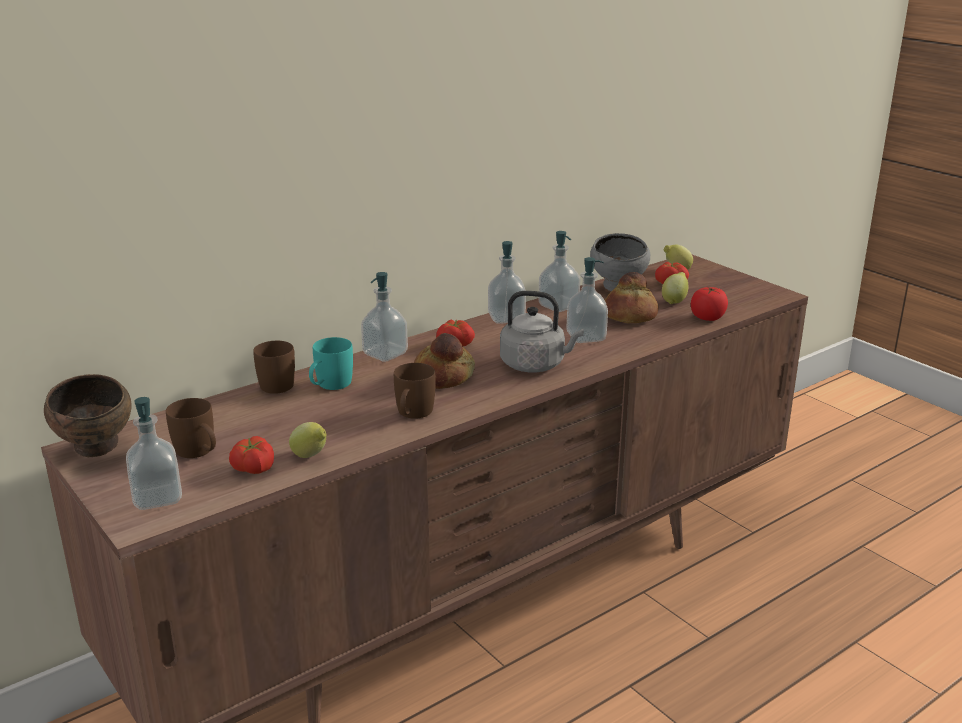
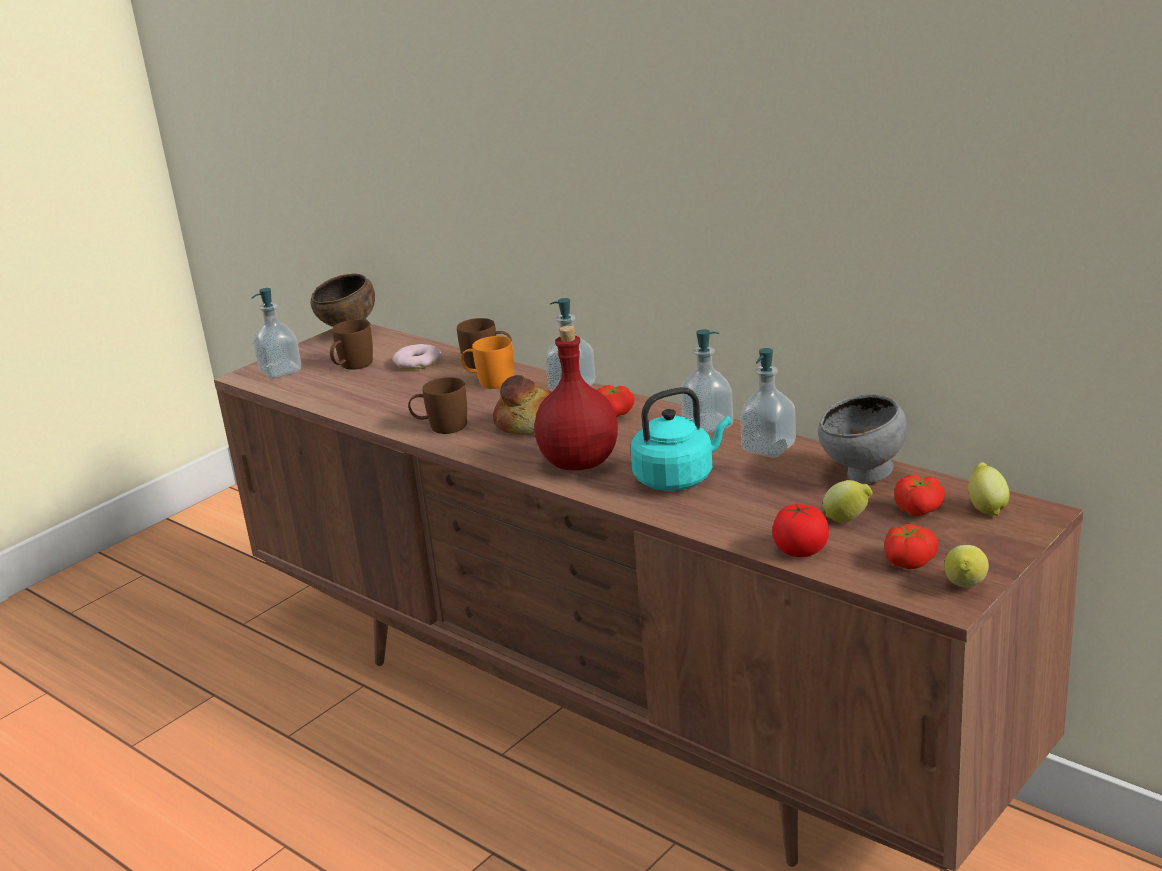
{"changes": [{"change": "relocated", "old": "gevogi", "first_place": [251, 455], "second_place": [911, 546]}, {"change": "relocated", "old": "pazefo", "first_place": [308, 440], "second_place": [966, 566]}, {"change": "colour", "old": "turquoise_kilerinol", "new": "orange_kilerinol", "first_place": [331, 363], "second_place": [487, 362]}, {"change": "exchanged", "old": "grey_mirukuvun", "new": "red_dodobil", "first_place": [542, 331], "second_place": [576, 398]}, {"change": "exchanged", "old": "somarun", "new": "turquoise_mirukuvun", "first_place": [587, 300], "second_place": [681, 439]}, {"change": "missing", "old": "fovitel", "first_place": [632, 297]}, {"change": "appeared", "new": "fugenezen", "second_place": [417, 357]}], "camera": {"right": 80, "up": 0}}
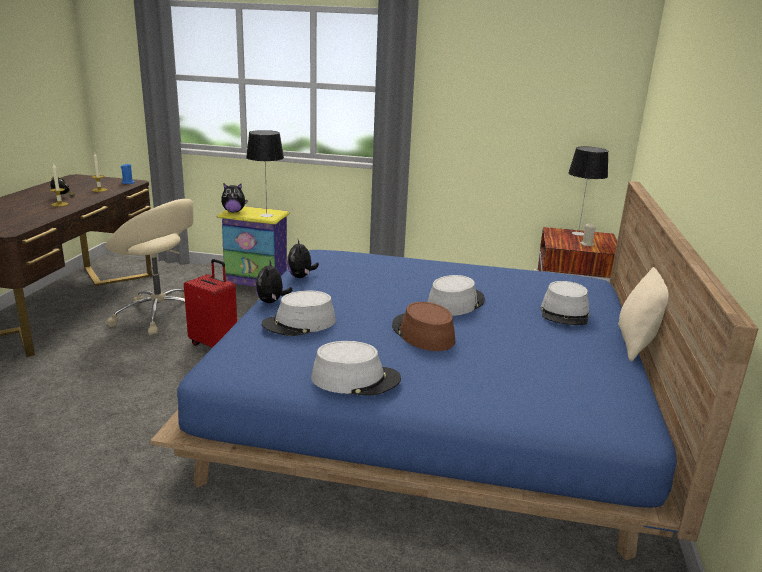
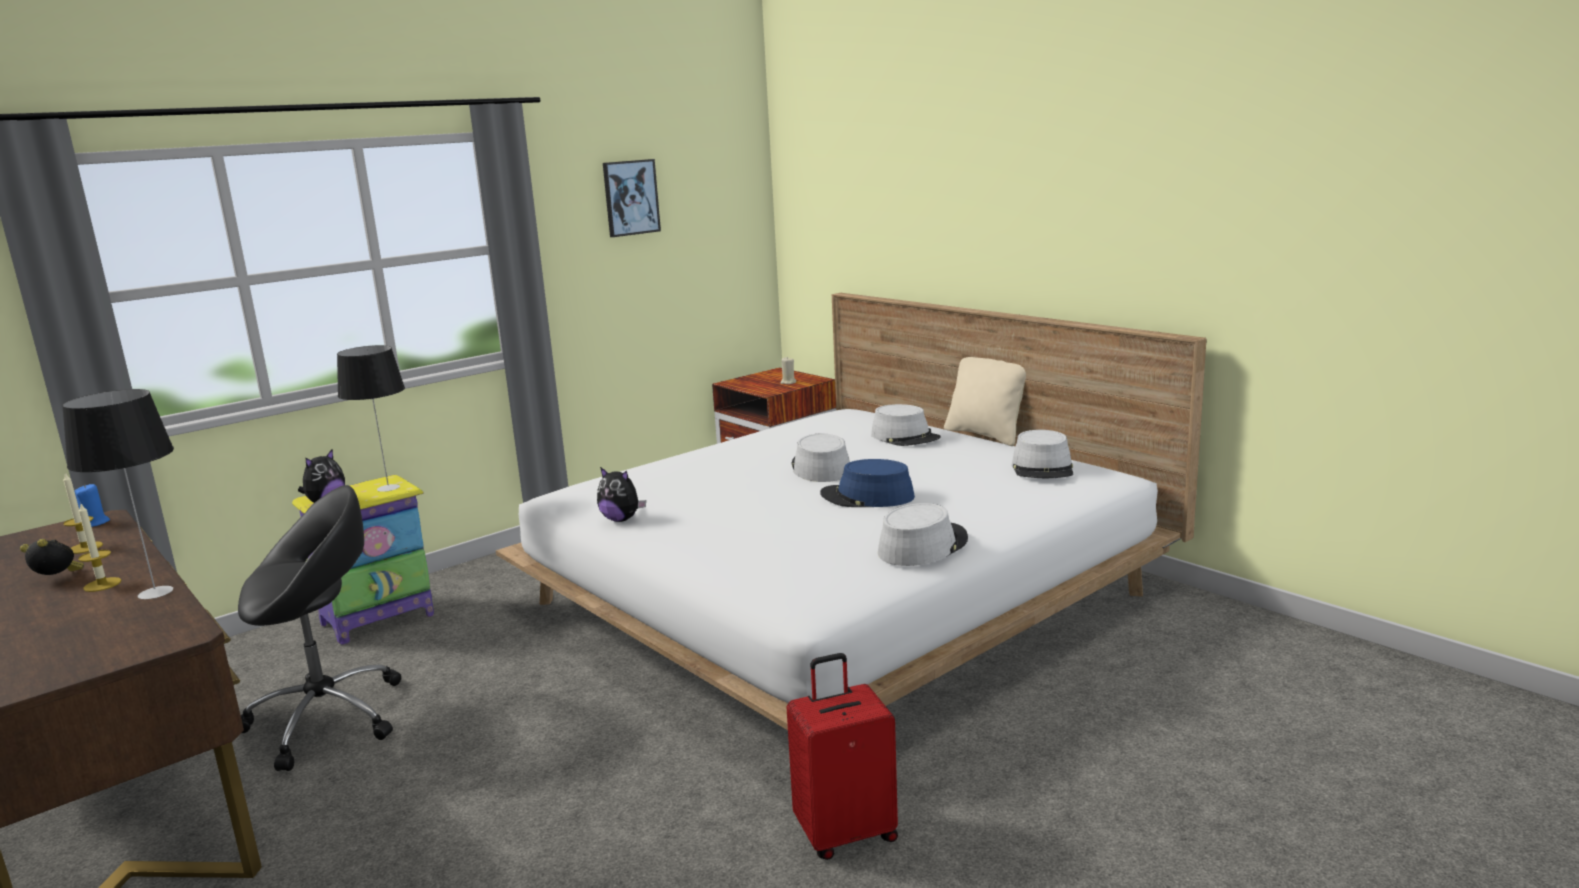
{"changes": [{"change": "colour", "old": "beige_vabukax", "new": "black_vabukax", "first_place": [150, 267], "second_place": [319, 628]}, {"change": "colour", "old": "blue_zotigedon", "new": "white_zotigedon", "first_place": [454, 370], "second_place": [851, 511]}, {"change": "relocated", "old": "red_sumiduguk", "first_place": [210, 303], "second_place": [842, 756]}, {"change": "missing", "old": "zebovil", "first_place": [274, 282]}, {"change": "relocated", "old": "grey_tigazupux", "first_place": [298, 313], "second_place": [1043, 454]}, {"change": "colour", "old": "brown_tigazupux", "new": "blue_tigazupux", "first_place": [423, 326], "second_place": [867, 483]}, {"change": "relocated", "old": "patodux", "first_place": [588, 191], "second_place": [118, 494]}, {"change": "appeared", "new": "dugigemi", "second_place": [632, 198]}], "camera": {"right": -50, "up": -5}}
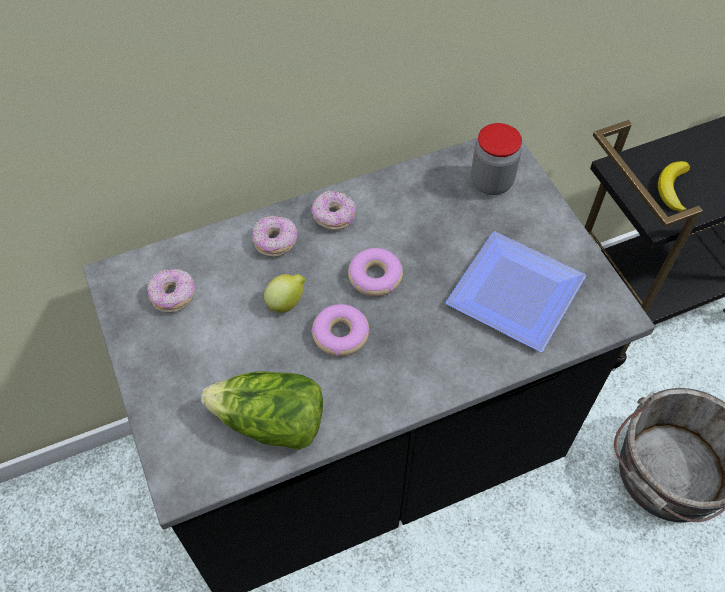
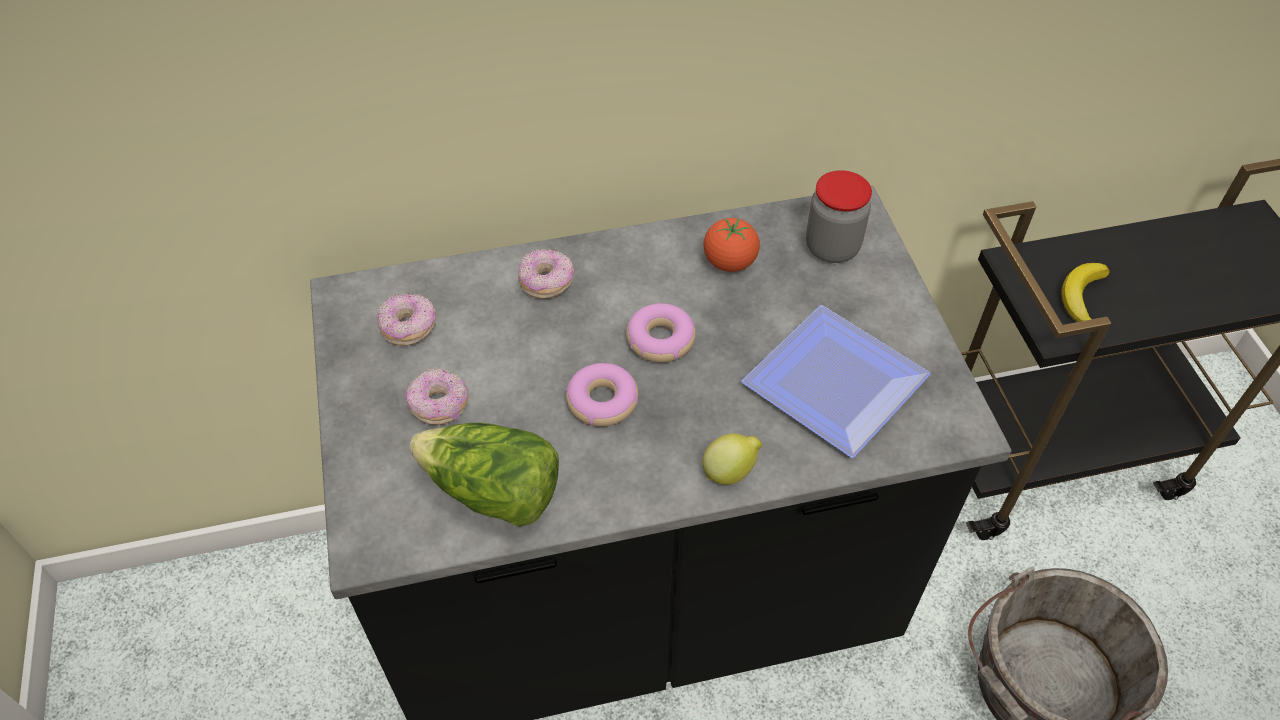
{"changes": [{"change": "relocated", "old": "pazefo", "first_place": [284, 293], "second_place": [732, 459]}, {"change": "relocated", "old": "fugenezen", "first_place": [333, 210], "second_place": [436, 396]}, {"change": "appeared", "new": "gevogi", "second_place": [731, 245]}], "camera": {"right": 10, "up": -5}}
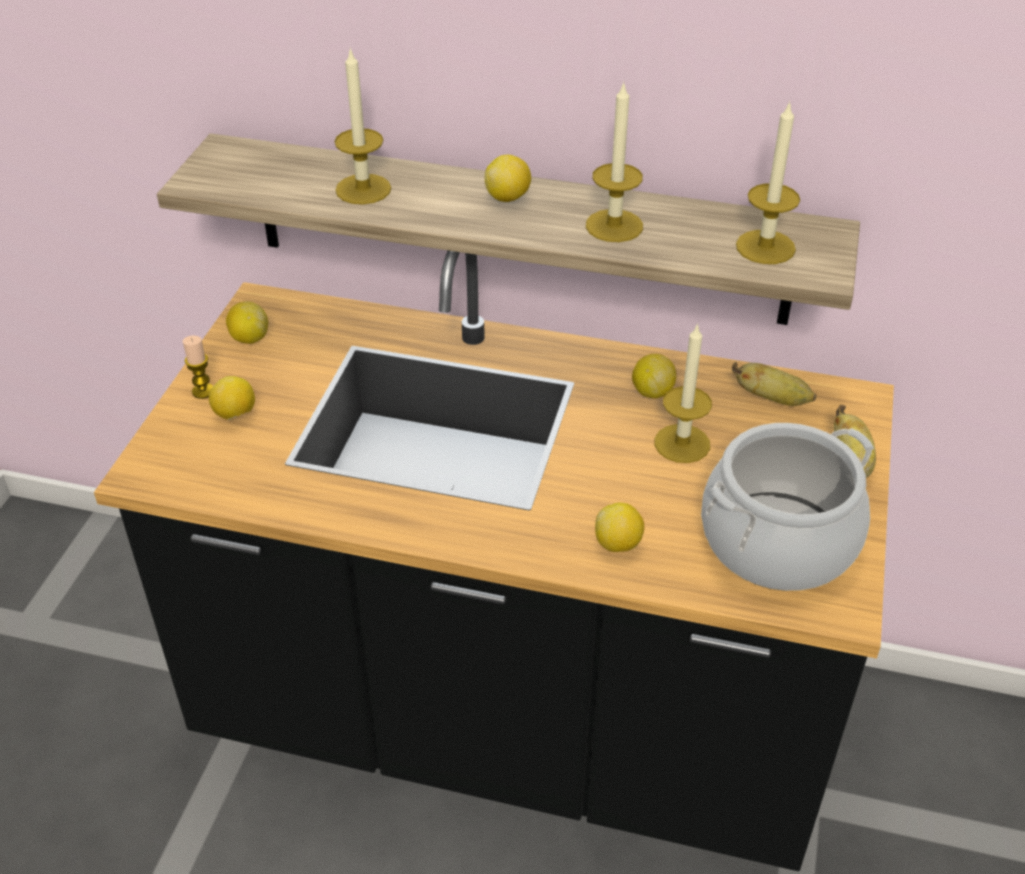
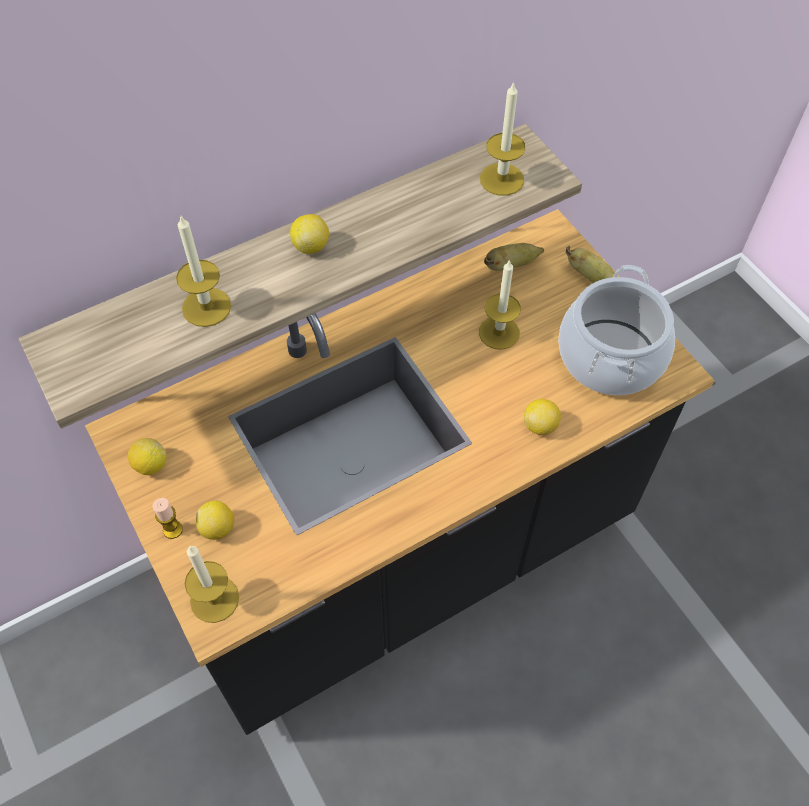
{"changes": [{"change": "relocated", "old": "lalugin", "first_place": [614, 162], "second_place": [211, 584]}, {"change": "missing", "old": "pazefo", "first_place": [654, 376]}], "camera": {"right": -45, "up": 15}}
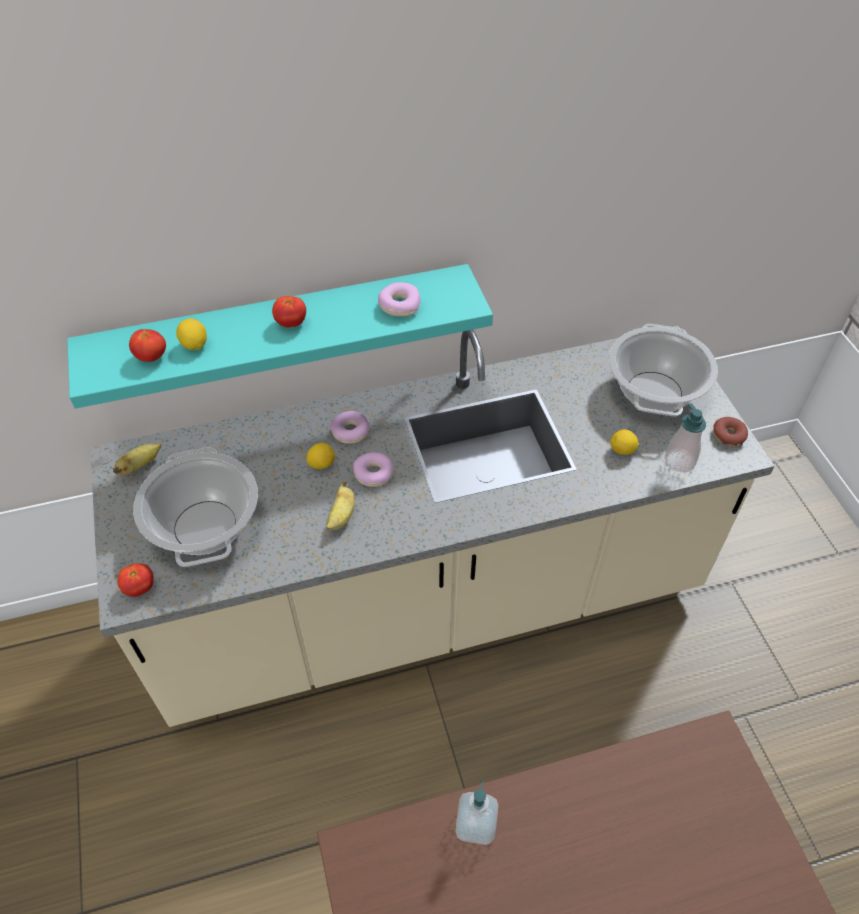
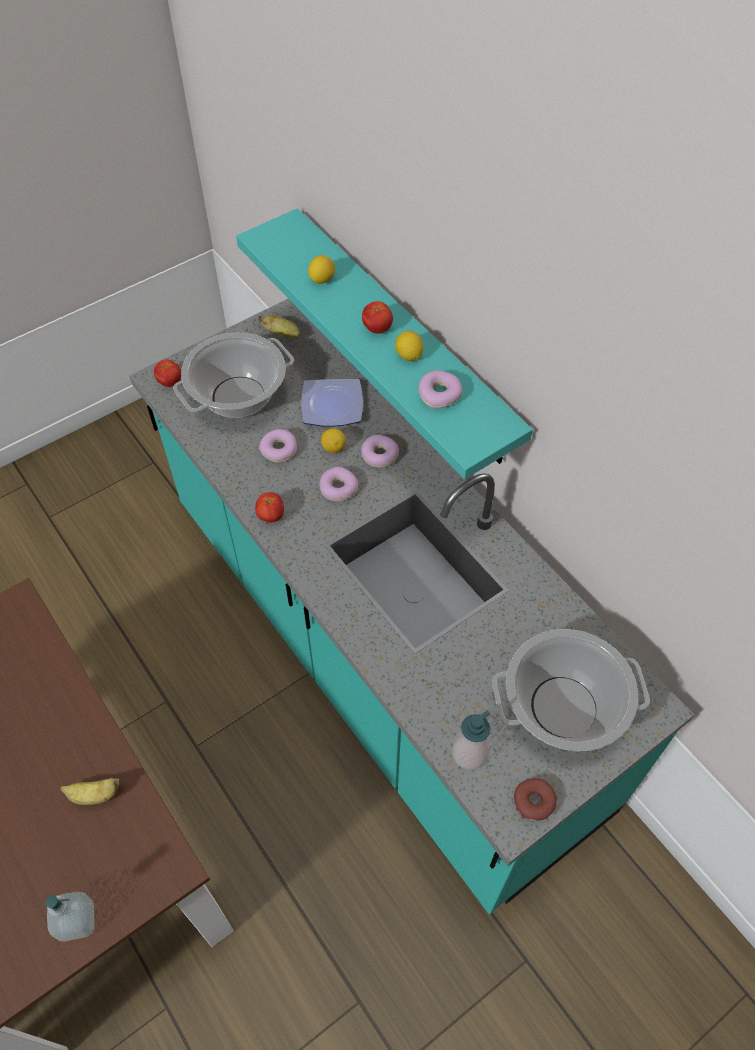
{"changes": [{"change": "colour", "old": "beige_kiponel", "new": "turquoise_kiponel", "first_place": [432, 526], "second_place": [411, 607]}, {"change": "relocated", "old": "gevogi", "first_place": [147, 345], "second_place": [269, 507]}, {"change": "relocated", "old": "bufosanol", "first_place": [340, 506], "second_place": [90, 791]}, {"change": "relocated", "old": "somarun", "first_place": [477, 813], "second_place": [69, 917]}, {"change": "relocated", "old": "pazefo", "first_place": [624, 442], "second_place": [409, 346]}, {"change": "appeared", "new": "fugenezen", "second_place": [278, 445]}, {"change": "appeared", "new": "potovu", "second_place": [332, 403]}], "camera": {"right": 70, "up": 5}}
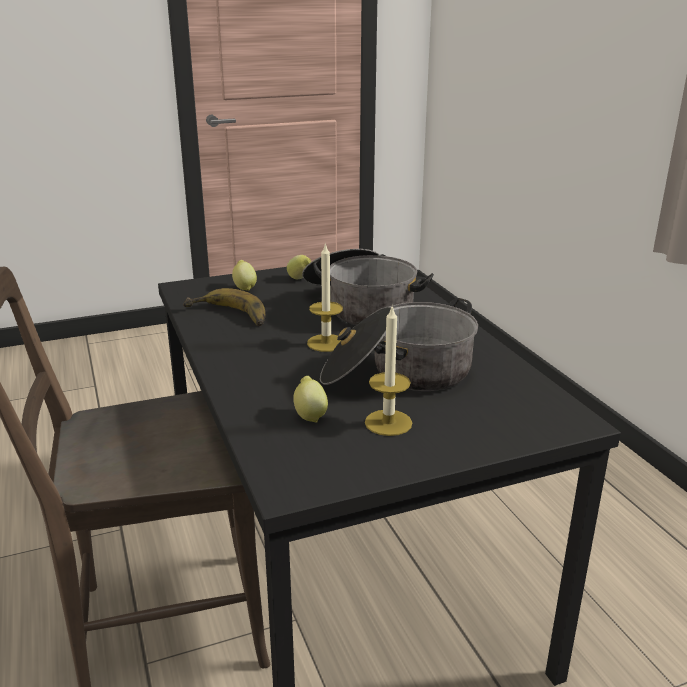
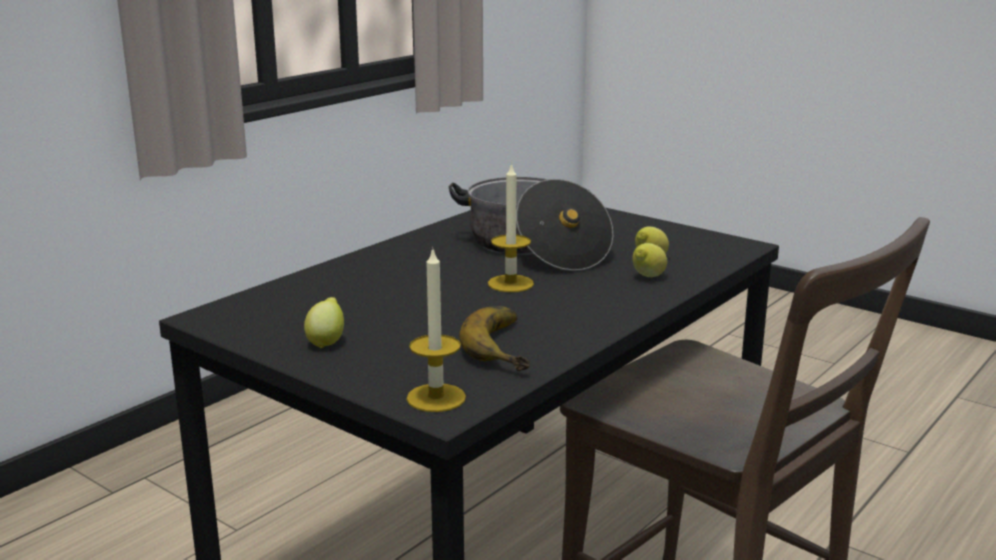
{"changes": [{"change": "relocated", "old": "pazefo", "first_place": [244, 275], "second_place": [649, 260]}, {"change": "missing", "old": "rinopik", "first_place": [368, 287]}, {"change": "relocated", "old": "lalugin", "first_place": [388, 370], "second_place": [436, 329]}], "camera": {"right": -120, "up": -5}}
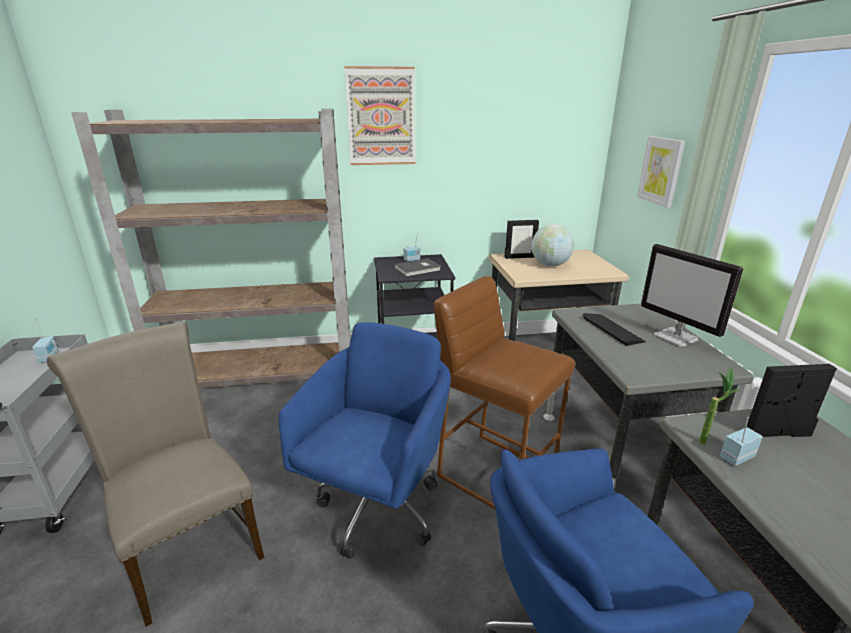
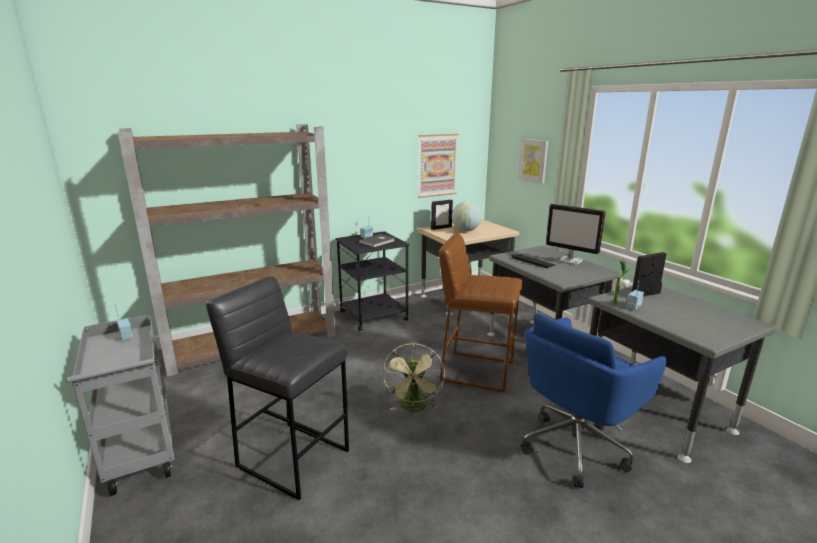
{"changes": [{"change": "exchanged", "old": "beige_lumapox", "new": "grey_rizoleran", "first_place": [156, 474], "second_place": [277, 388]}, {"change": "exchanged", "old": "blue_vabukax", "new": "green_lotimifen", "first_place": [364, 440], "second_place": [414, 377]}, {"change": "relocated", "old": "dugigemi", "first_place": [380, 115], "second_place": [438, 166]}], "camera": {"right": -20, "up": -5}}
